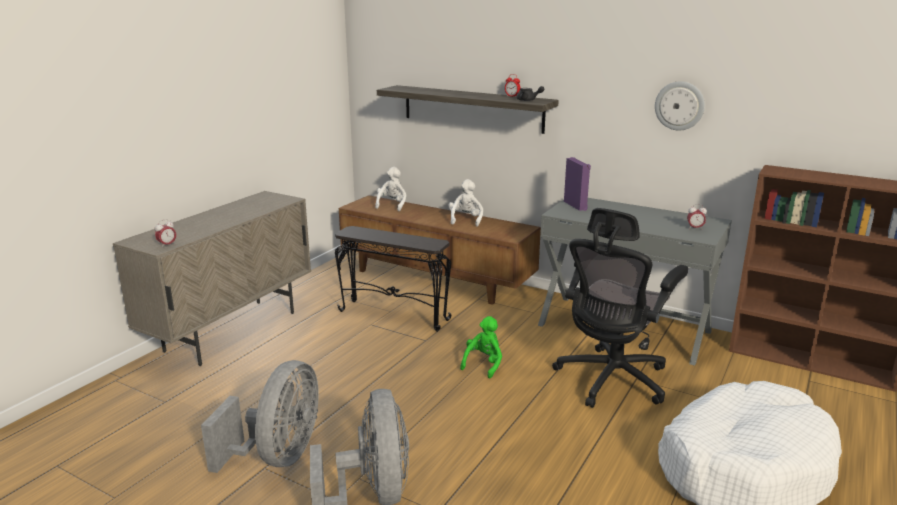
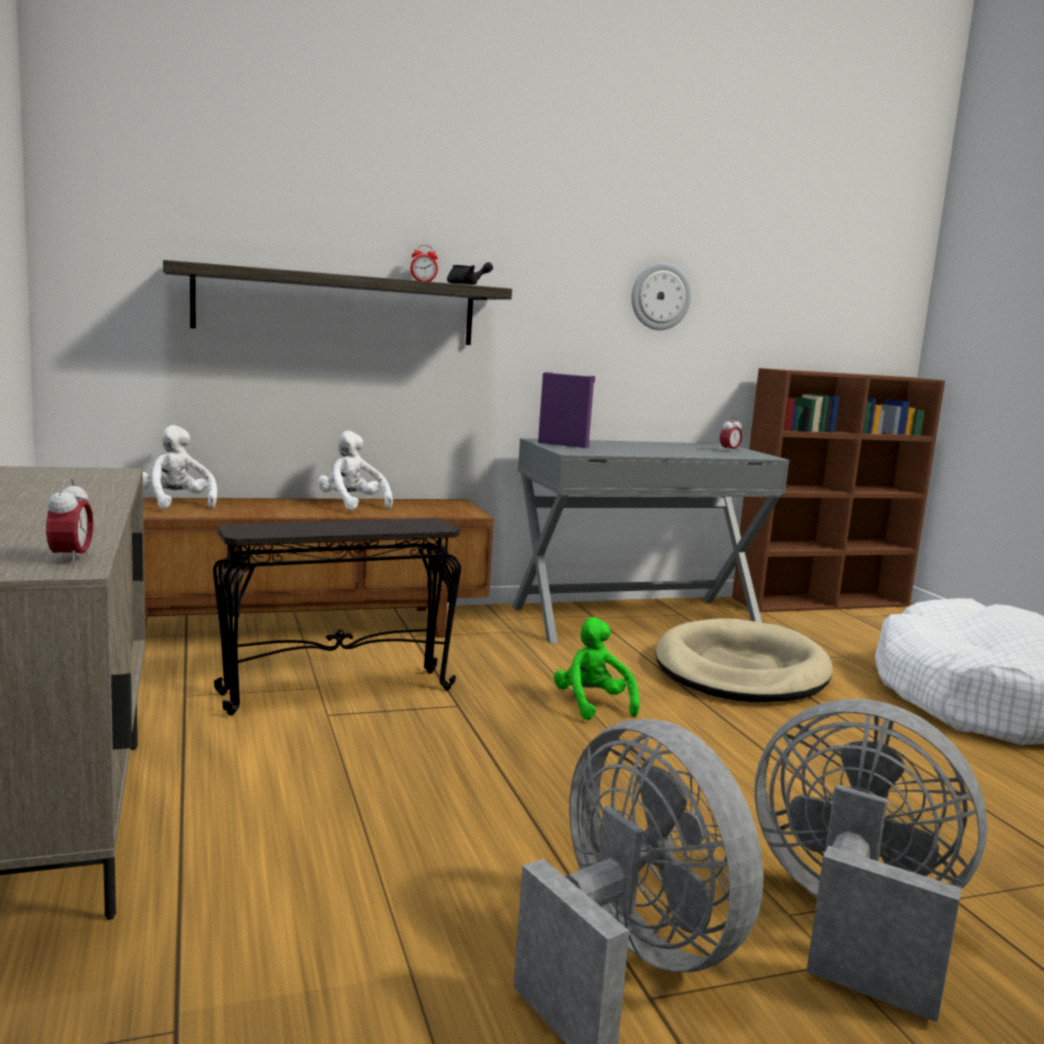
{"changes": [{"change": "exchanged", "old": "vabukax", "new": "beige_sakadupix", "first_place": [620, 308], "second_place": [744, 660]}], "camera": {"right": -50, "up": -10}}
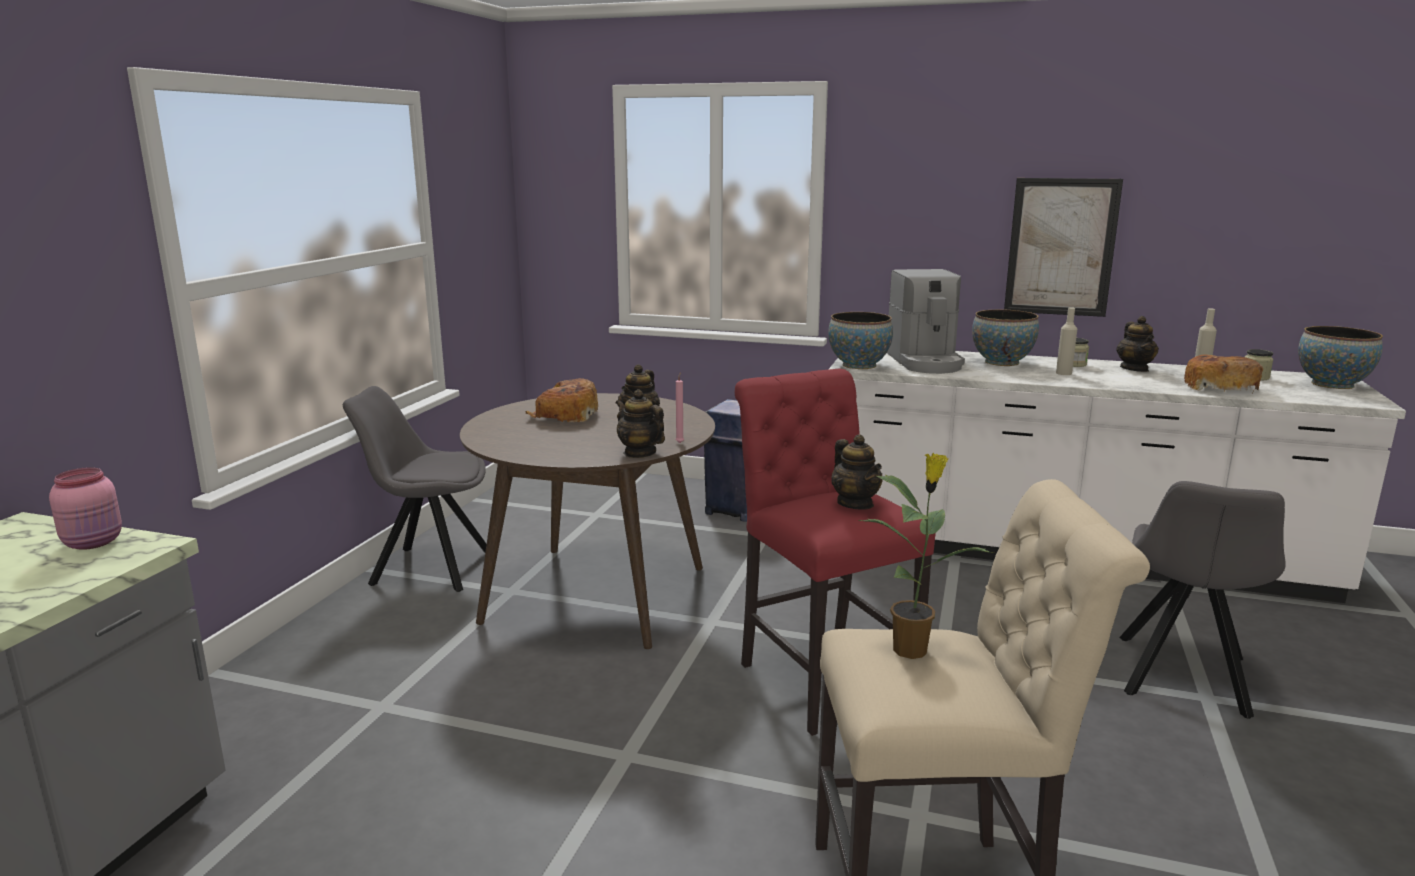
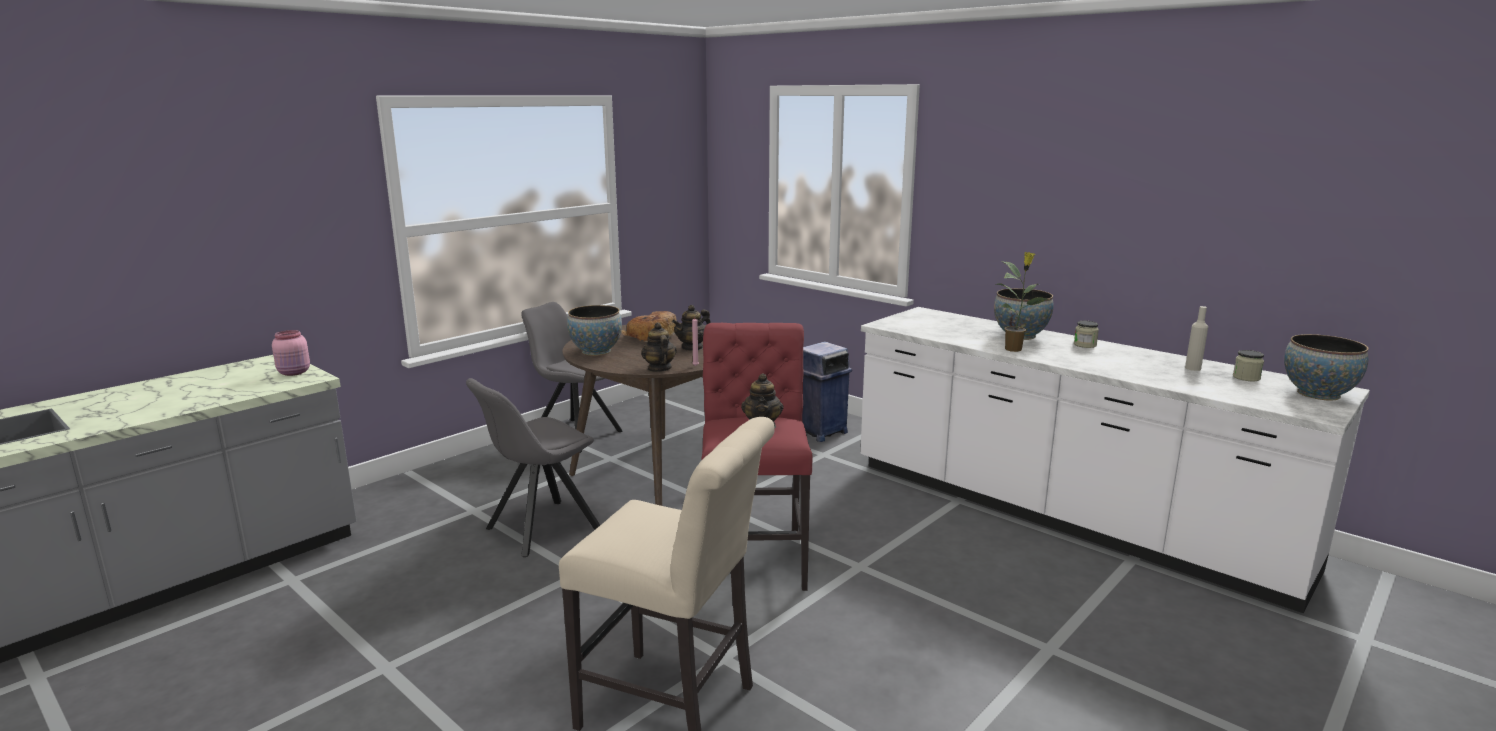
{"changes": [{"change": "relocated", "old": "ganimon", "first_place": [860, 340], "second_place": [594, 330]}, {"change": "relocated", "old": "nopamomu", "first_place": [926, 556], "second_place": [1024, 302]}, {"change": "missing", "old": "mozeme", "first_place": [926, 321]}, {"change": "missing", "old": "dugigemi", "first_place": [1063, 247]}, {"change": "missing", "old": "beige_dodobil", "first_place": [1066, 341]}, {"change": "missing", "old": "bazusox", "first_place": [1137, 344]}, {"change": "relocated", "old": "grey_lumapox", "first_place": [1202, 600], "second_place": [533, 467]}, {"change": "missing", "old": "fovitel", "first_place": [1223, 373]}], "camera": {"right": 25, "up": 0}}
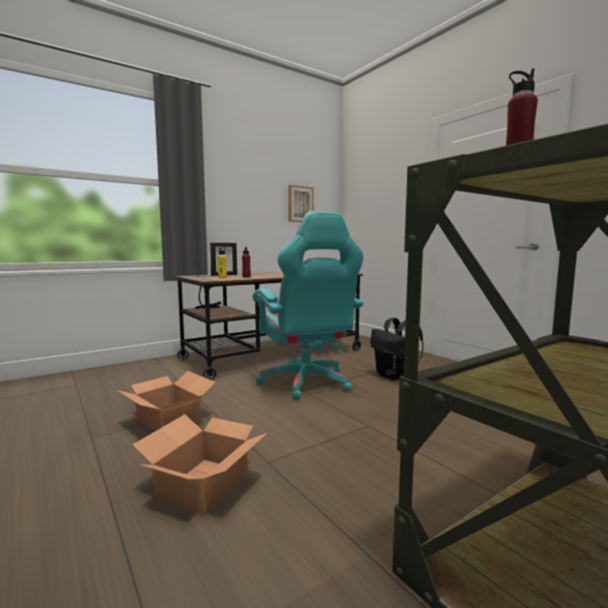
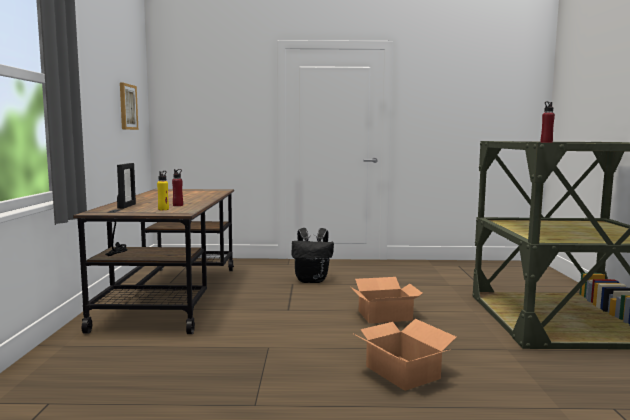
{"changes": [{"change": "relocated", "old": "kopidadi", "first_place": [166, 401], "second_place": [387, 300]}, {"change": "missing", "old": "turquoise_vabukax", "first_place": [308, 305]}], "camera": {"right": -55, "up": 0}}
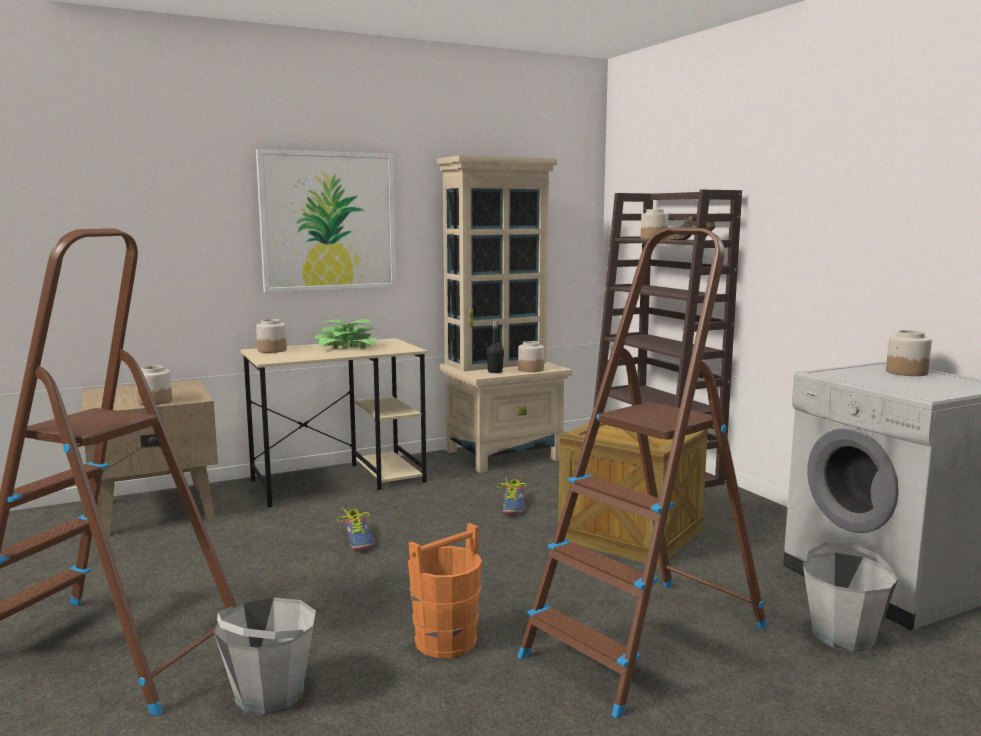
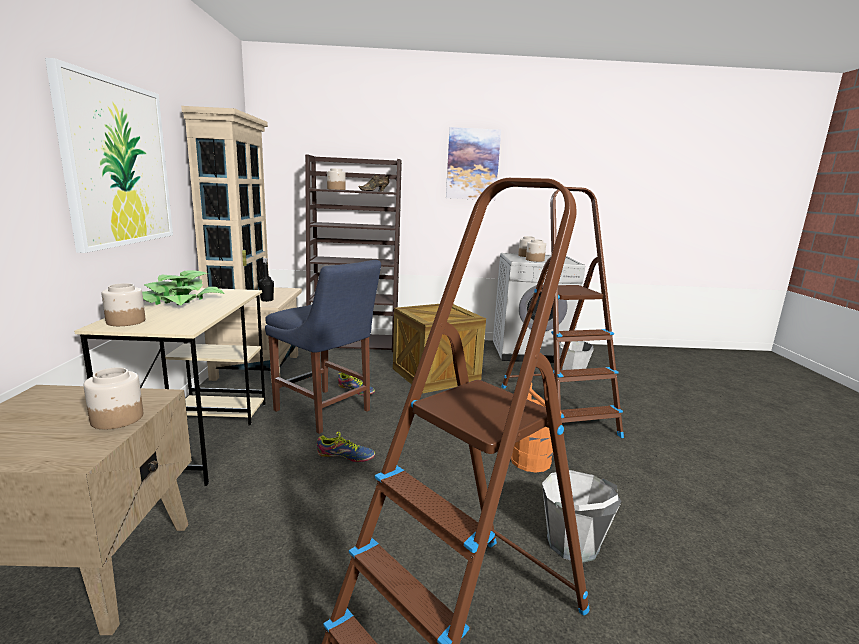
{"changes": [{"change": "relocated", "old": "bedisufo", "first_place": [531, 356], "second_place": [536, 250]}, {"change": "appeared", "new": "blue_lumapox", "second_place": [323, 347]}, {"change": "appeared", "new": "dugigemi", "second_place": [473, 163]}], "camera": {"right": -65, "up": 5}}
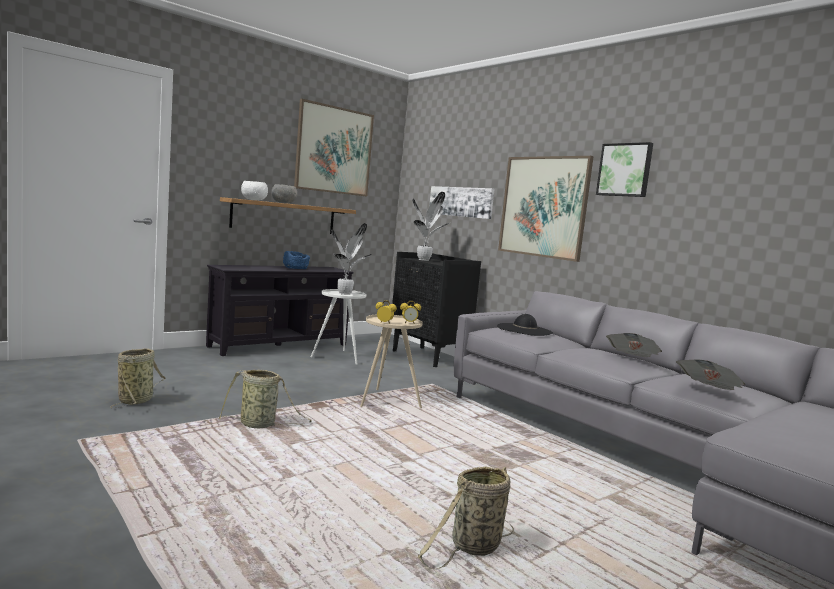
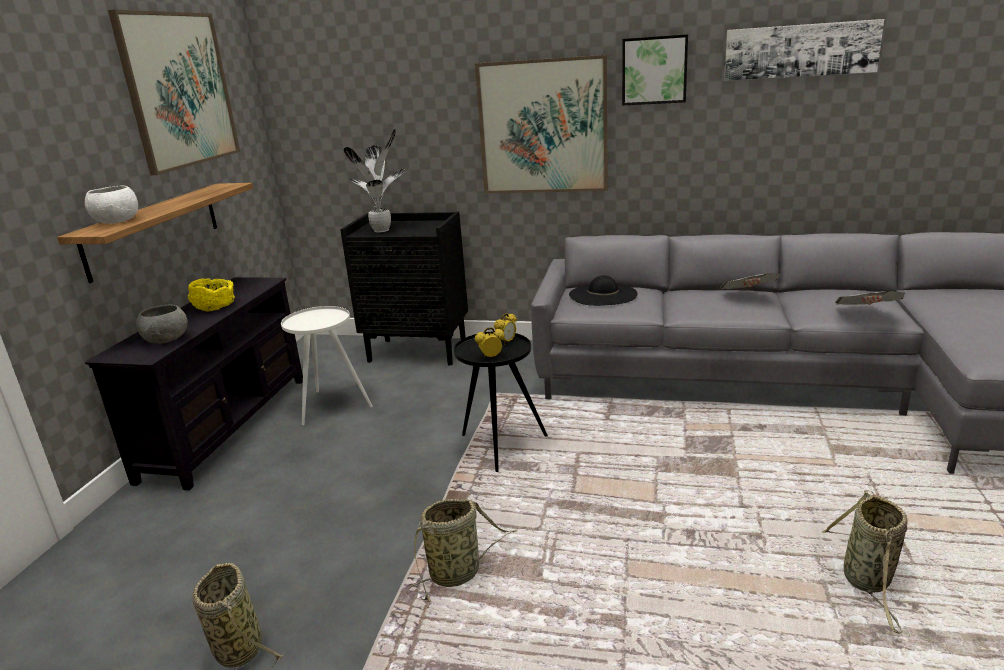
{"changes": [{"change": "relocated", "old": "grey_ganimon", "first_place": [284, 193], "second_place": [162, 324]}, {"change": "colour", "old": "blue_ganimon", "new": "yellow_ganimon", "first_place": [296, 260], "second_place": [211, 294]}, {"change": "missing", "old": "nopamomu", "first_place": [351, 259]}, {"change": "colour", "old": "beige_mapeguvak", "new": "black_mapeguvak", "first_place": [391, 361], "second_place": [501, 401]}, {"change": "relocated", "old": "dugigemi", "first_place": [462, 202], "second_place": [804, 50]}], "camera": {"right": -35, "up": 15}}
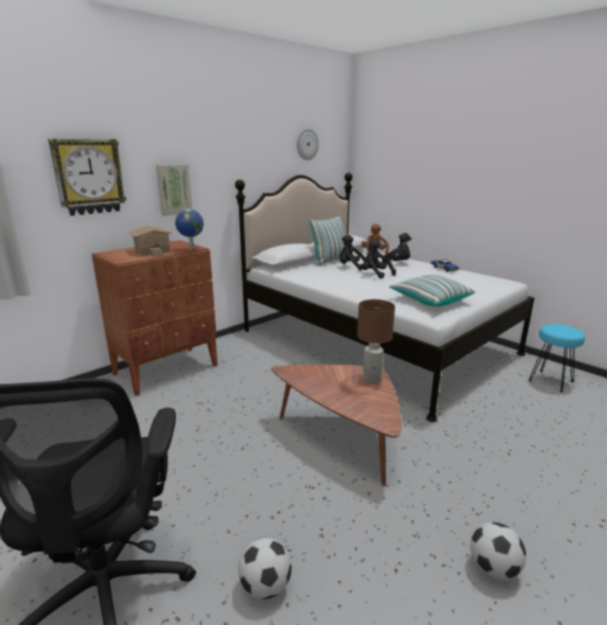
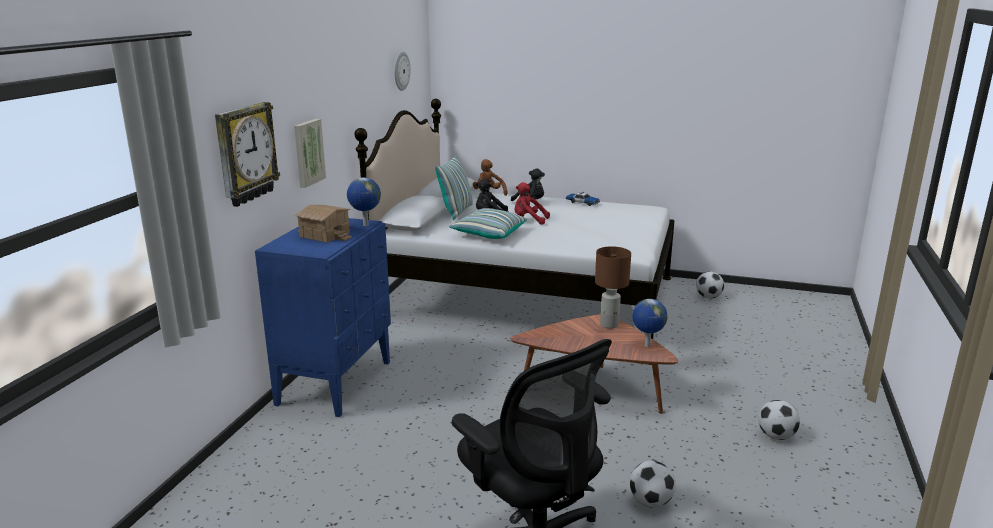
{"changes": [{"change": "colour", "old": "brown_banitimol", "new": "blue_banitimol", "first_place": [155, 318], "second_place": [323, 317]}, {"change": "colour", "old": "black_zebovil", "new": "red_zebovil", "first_place": [379, 259], "second_place": [532, 203]}, {"change": "relocated", "old": "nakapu", "first_place": [432, 290], "second_place": [488, 223]}, {"change": "exchanged", "old": "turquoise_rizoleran", "new": "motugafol", "first_place": [557, 358], "second_place": [710, 285]}, {"change": "appeared", "new": "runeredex", "second_place": [649, 323]}], "camera": {"right": -30, "up": 0}}
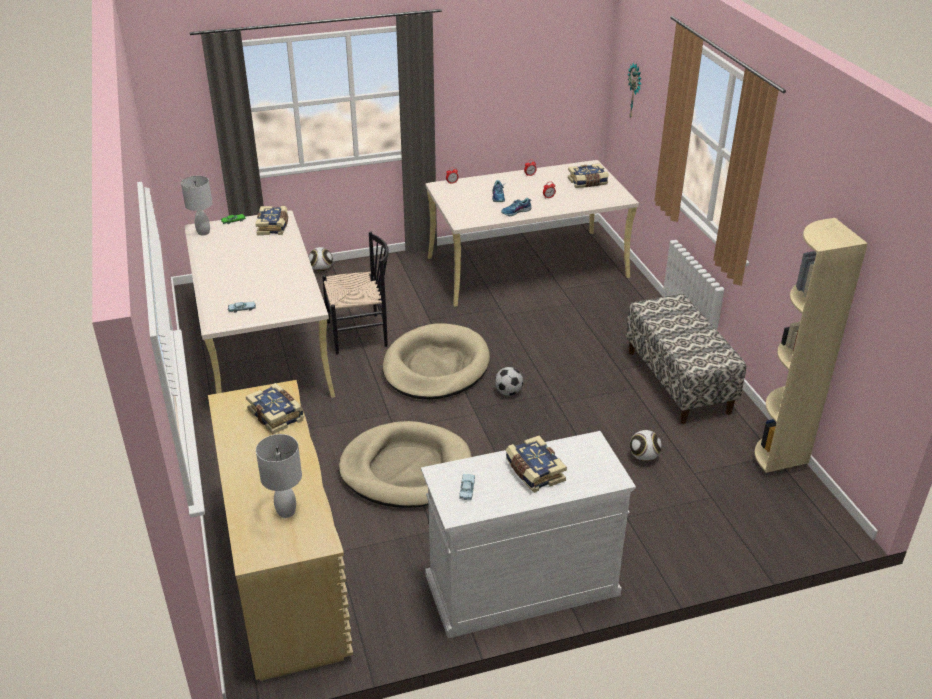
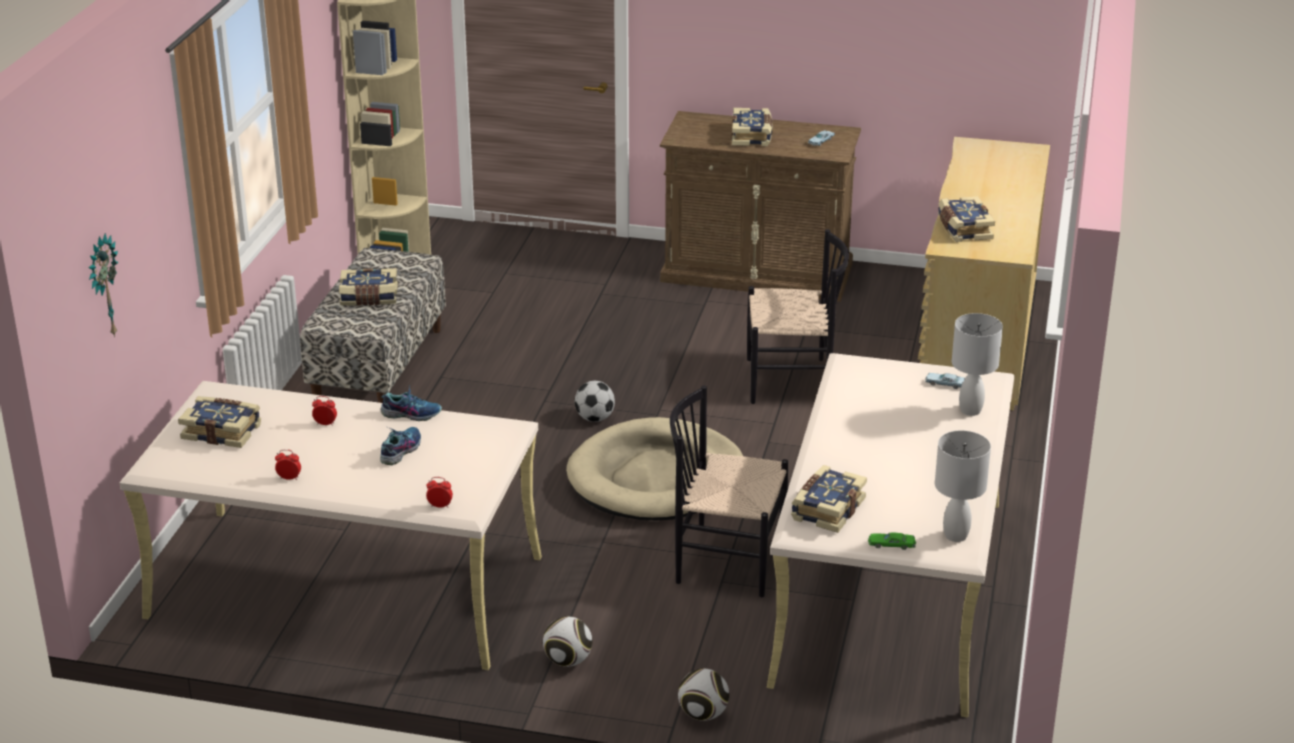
{"changes": [{"change": "relocated", "old": "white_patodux", "first_place": [279, 476], "second_place": [977, 364]}, {"change": "exchanged", "old": "beige_sakadupix", "new": "black_lumapox", "first_place": [405, 464], "second_place": [798, 316]}, {"change": "colour", "old": "white_banitimol", "new": "brown_banitimol", "first_place": [528, 534], "second_place": [760, 206]}, {"change": "relocated", "old": "motugafol", "first_place": [646, 446], "second_place": [567, 642]}, {"change": "appeared", "new": "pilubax", "second_place": [368, 286]}], "camera": {"right": -150, "up": -5}}
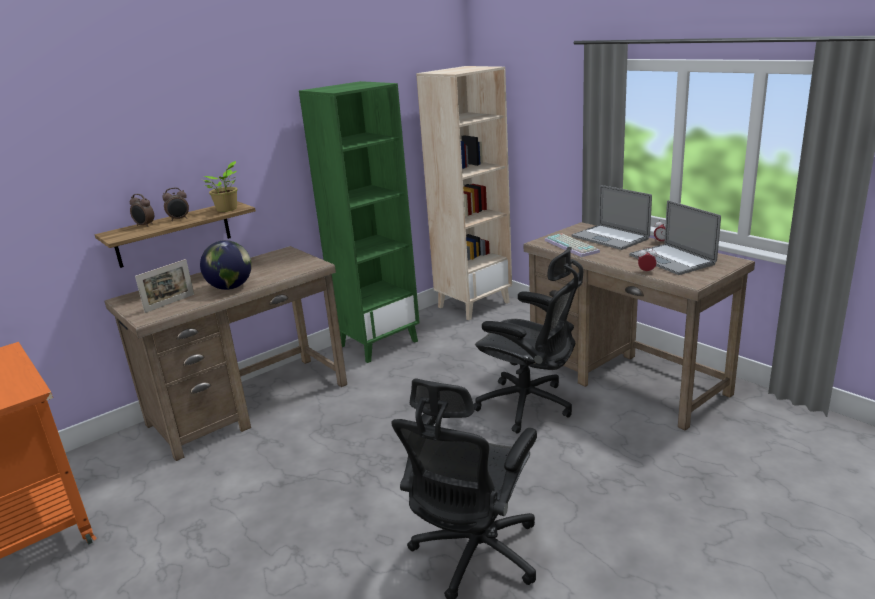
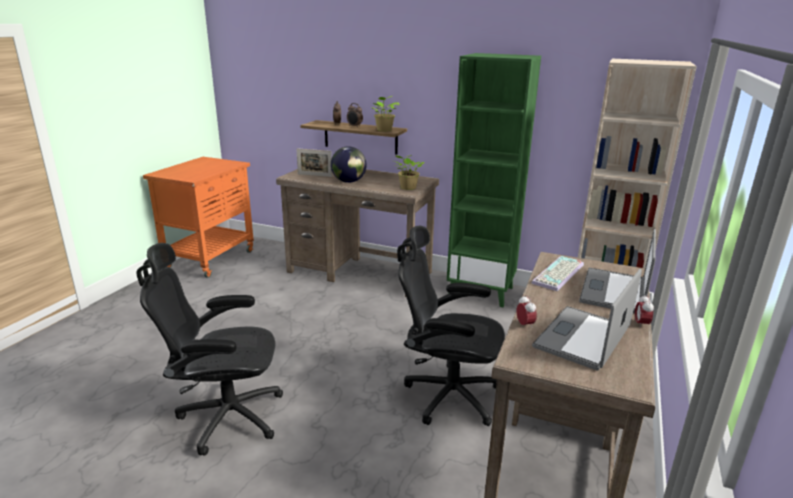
{"changes": [{"change": "spun", "old": "vabukax", "first_place": [528, 340], "second_place": [451, 326], "degrees": 105}, {"change": "appeared", "new": "nopamomu", "second_place": [409, 172]}], "camera": {"right": 60, "up": 0}}
